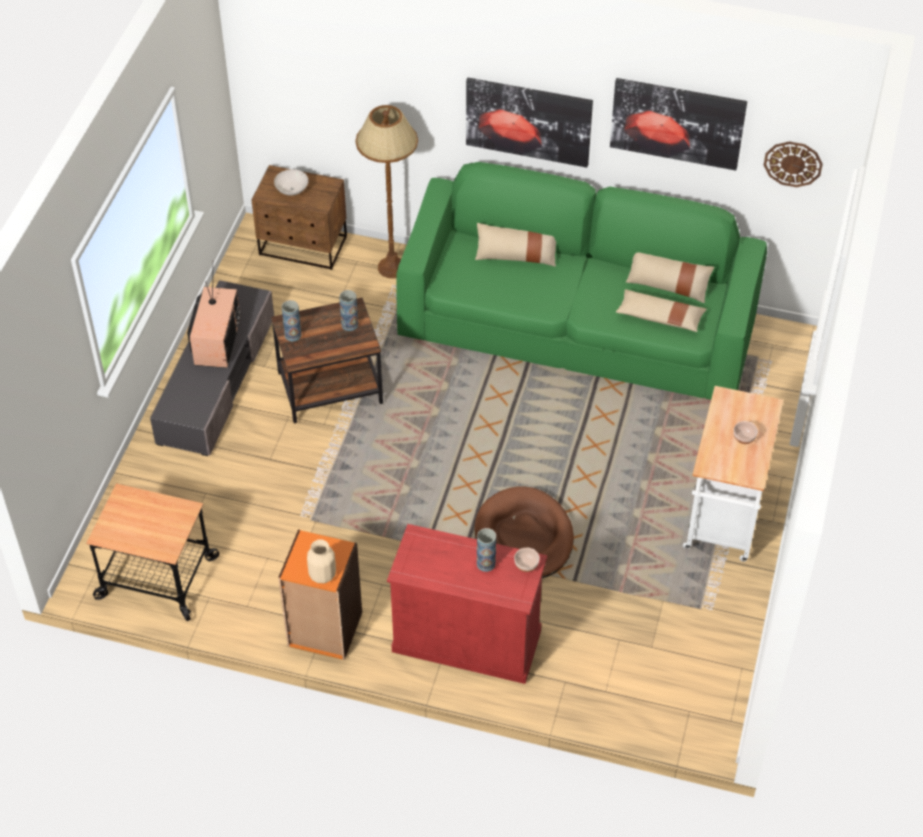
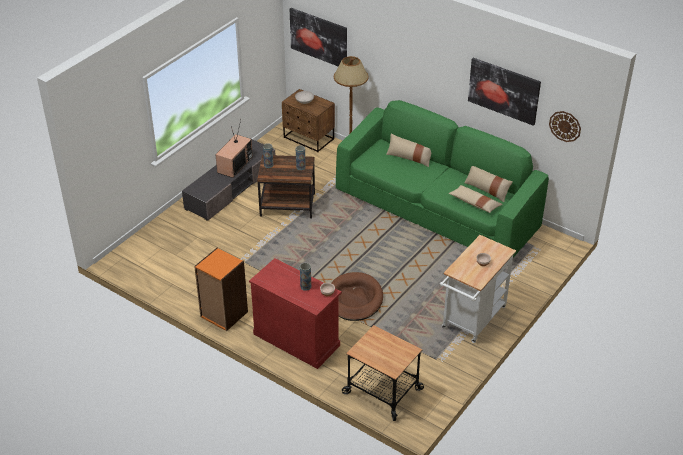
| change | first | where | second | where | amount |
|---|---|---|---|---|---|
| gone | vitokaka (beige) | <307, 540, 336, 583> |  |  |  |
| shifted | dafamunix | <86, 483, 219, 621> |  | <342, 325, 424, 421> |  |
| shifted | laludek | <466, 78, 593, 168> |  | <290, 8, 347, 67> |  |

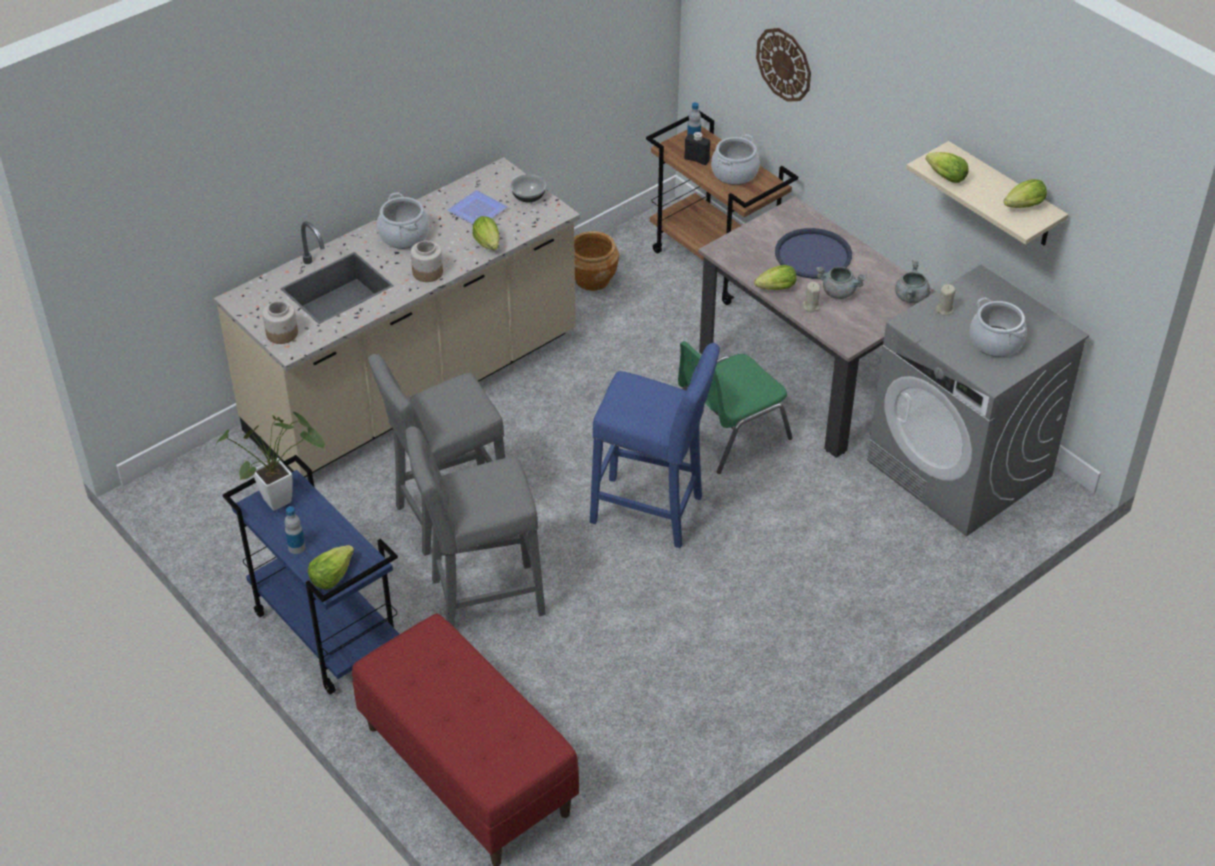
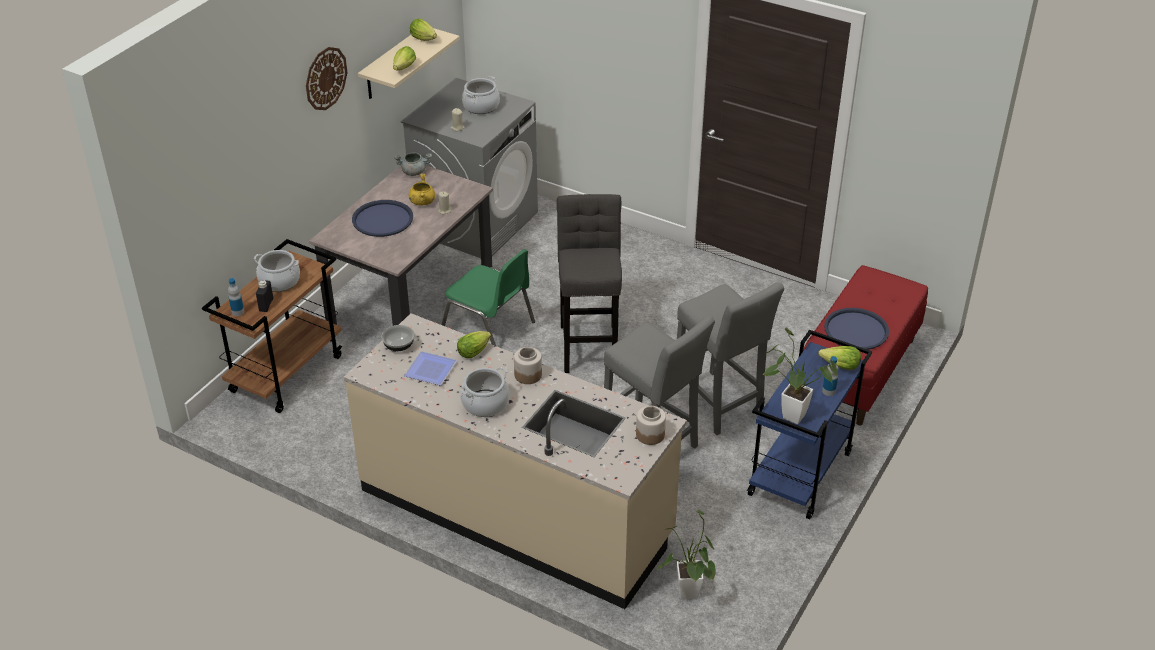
| change | first | where | second | where | amount |
|---|---|---|---|---|---|
| gone | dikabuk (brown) | <574, 231, 619, 291> |  |  |  |
| gone | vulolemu | <754, 265, 797, 290> |  |  |  |
| new |  |  | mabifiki | <657, 509, 716, 599> |  |
| new |  |  | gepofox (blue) | <824, 308, 889, 350> |  |
| shifted | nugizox | <756, 28, 811, 102> |  | <306, 47, 347, 110> |  |
| repainted | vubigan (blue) | <590, 343, 720, 548> | vubigan (grey) | <557, 194, 622, 373> |  |
| repainted | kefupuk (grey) | <816, 266, 867, 299> | kefupuk (yellow) | <409, 174, 435, 206> |  |

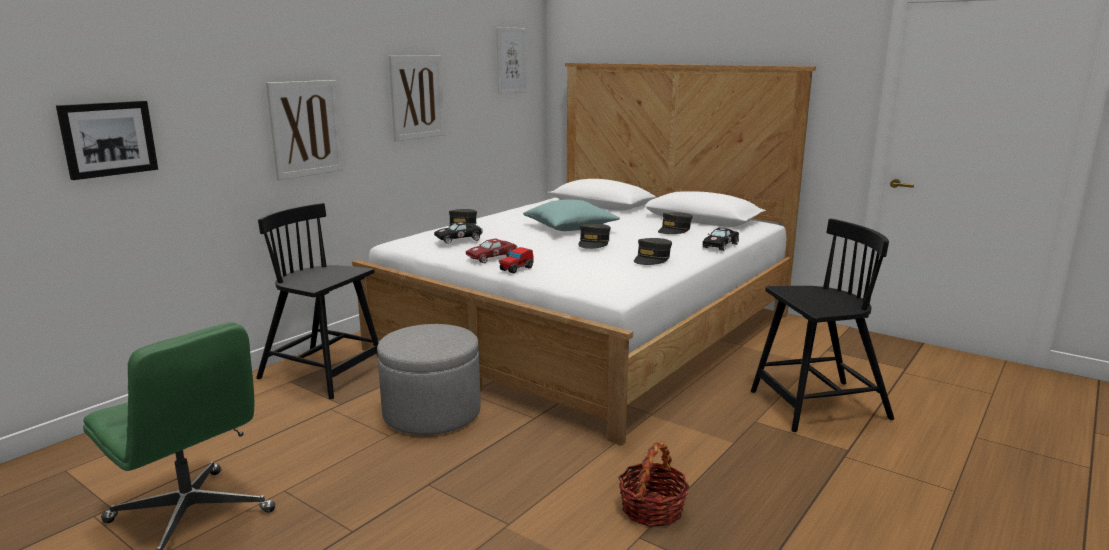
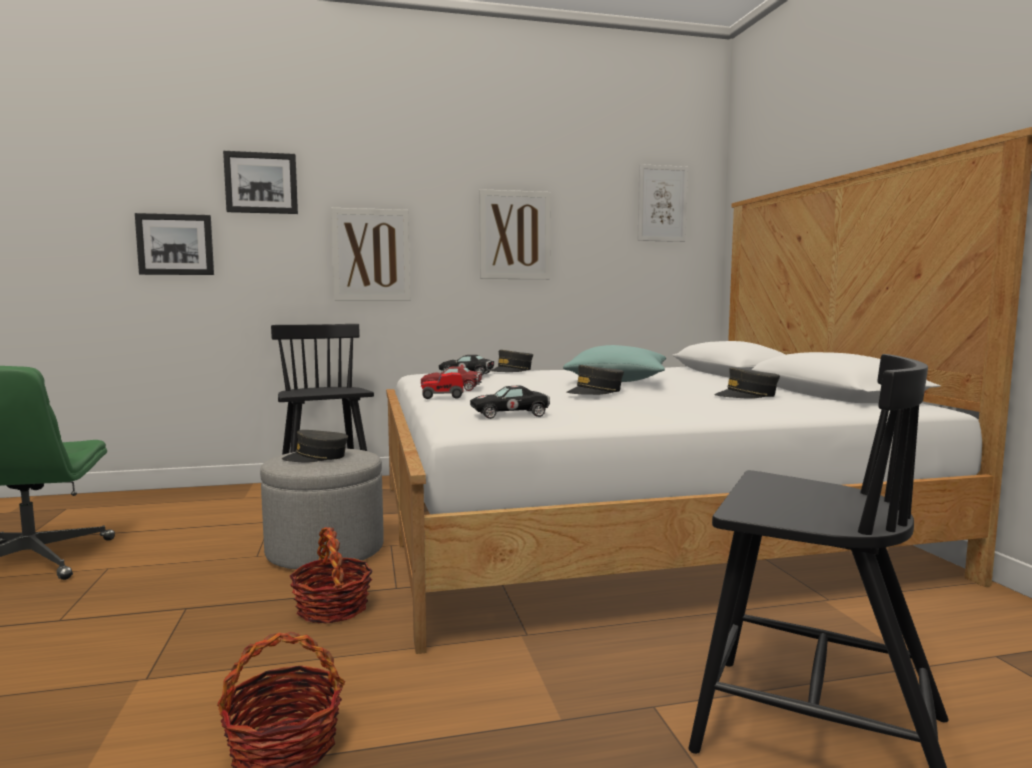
| change | first | where | second | where | amount |
|---|---|---|---|---|---|
| new |  |  | laludek | <223, 151, 298, 214> |  |
| new |  |  | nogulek | <290, 527, 373, 624> |  |
| shifted | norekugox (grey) | <634, 238, 672, 265> |  | <282, 430, 348, 462> |  |
| shifted | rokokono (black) | <703, 228, 739, 251> |  | <470, 386, 550, 419> |  |

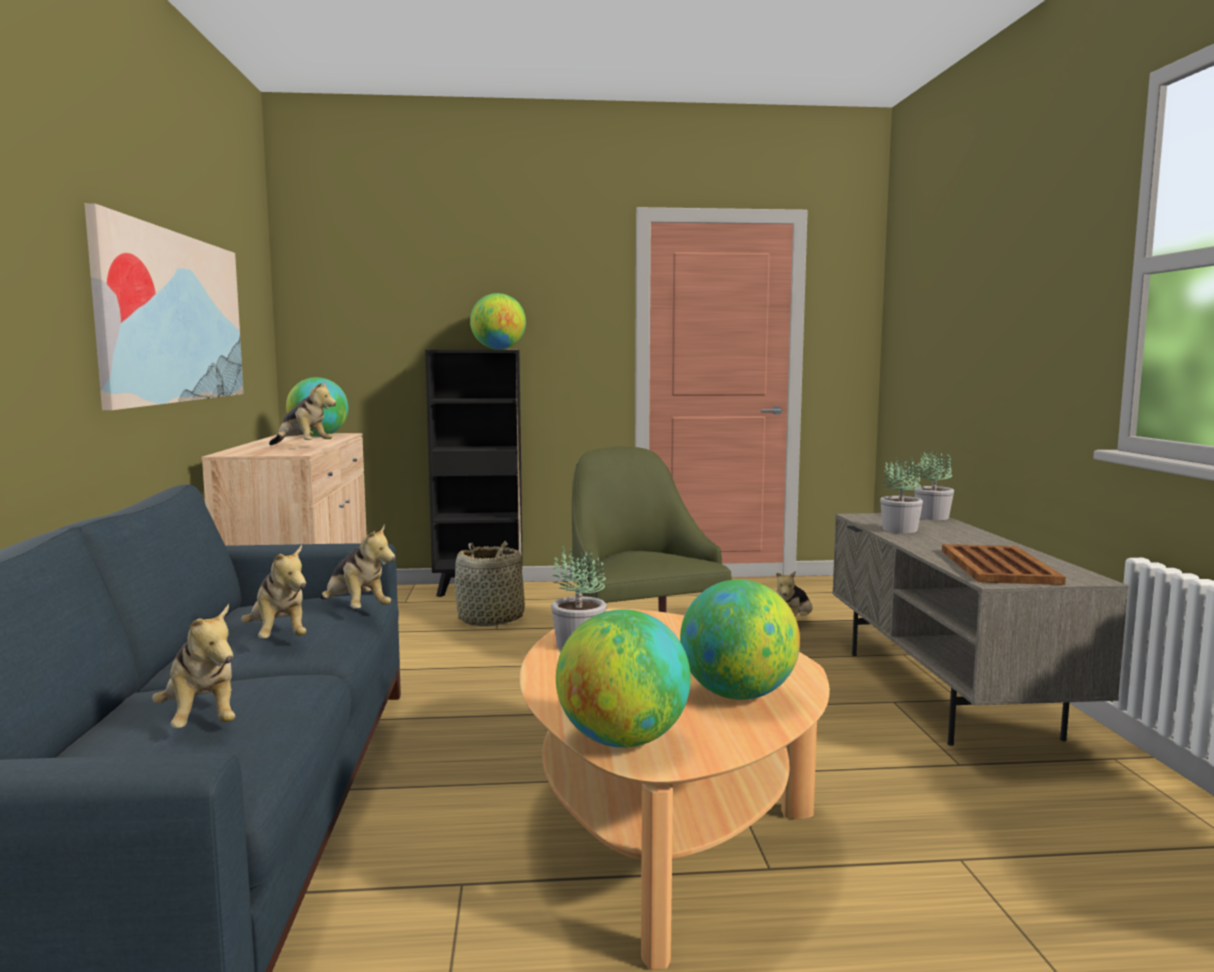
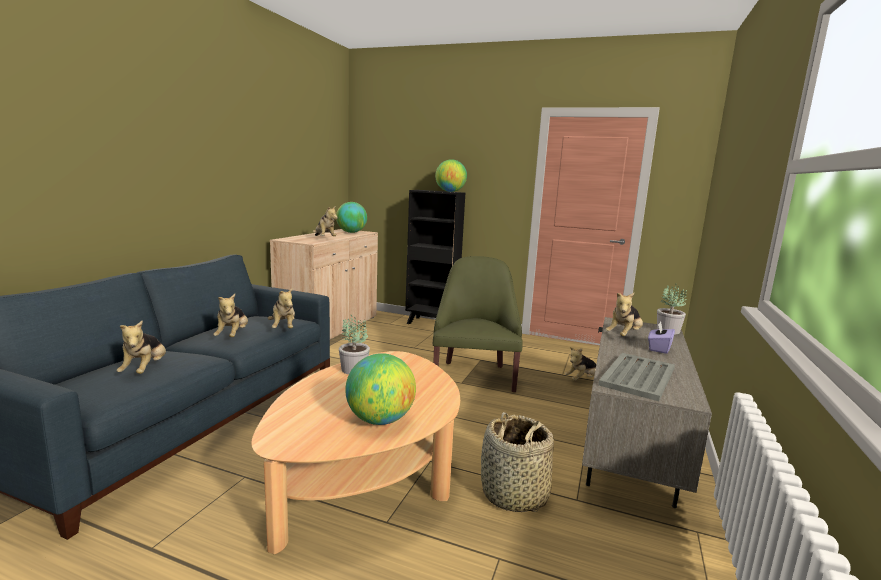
| change | first | where | second | where | amount |
|---|---|---|---|---|---|
| gone | laludek | <84, 203, 244, 410> |  |  |  |
| gone | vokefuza | <556, 609, 691, 748> |  |  |  |
| new |  |  | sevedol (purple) | <648, 322, 675, 354> |  |
| shifted | nogulek | <455, 541, 525, 626> |  | <481, 412, 554, 512> |  |
| swapped | mabifiki | <880, 456, 923, 533> | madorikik | <605, 293, 643, 336> |  |
| repainted | gepofox (brown) | <942, 544, 1066, 585> | gepofox (grey) | <598, 353, 675, 401> |  |

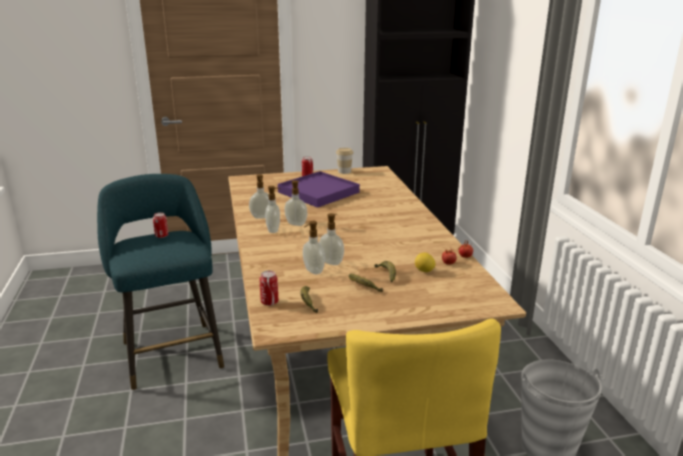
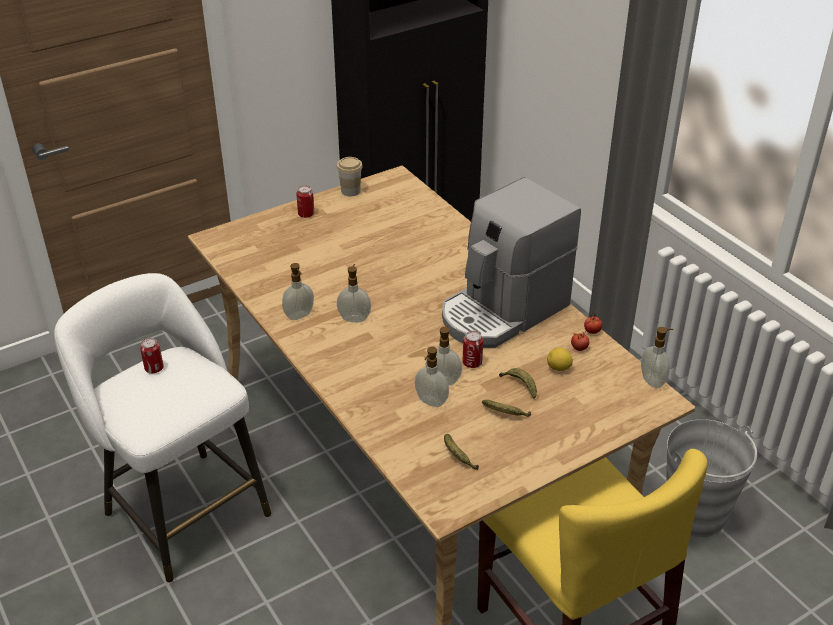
| change | first | where | second | where | amount |
|---|---|---|---|---|---|
| gone | gepofox (purple) | <278, 171, 360, 208> |  |  |  |
| new |  |  | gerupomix | <442, 177, 581, 348> |  |
| shifted | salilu | <260, 270, 278, 306> |  | <463, 330, 483, 368> |  |
| shifted | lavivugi | <265, 186, 281, 233> |  | <641, 327, 673, 388> |  |
| repainted | vubigan (turquoise) | <97, 174, 224, 390> | vubigan (white) | <54, 273, 271, 583> |  |

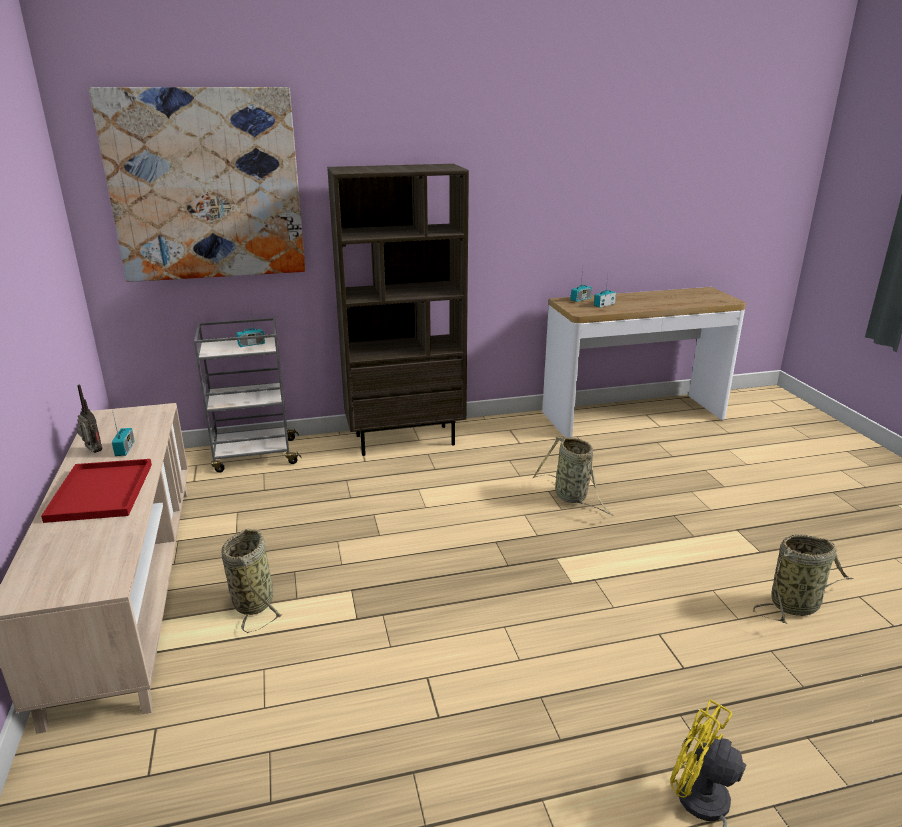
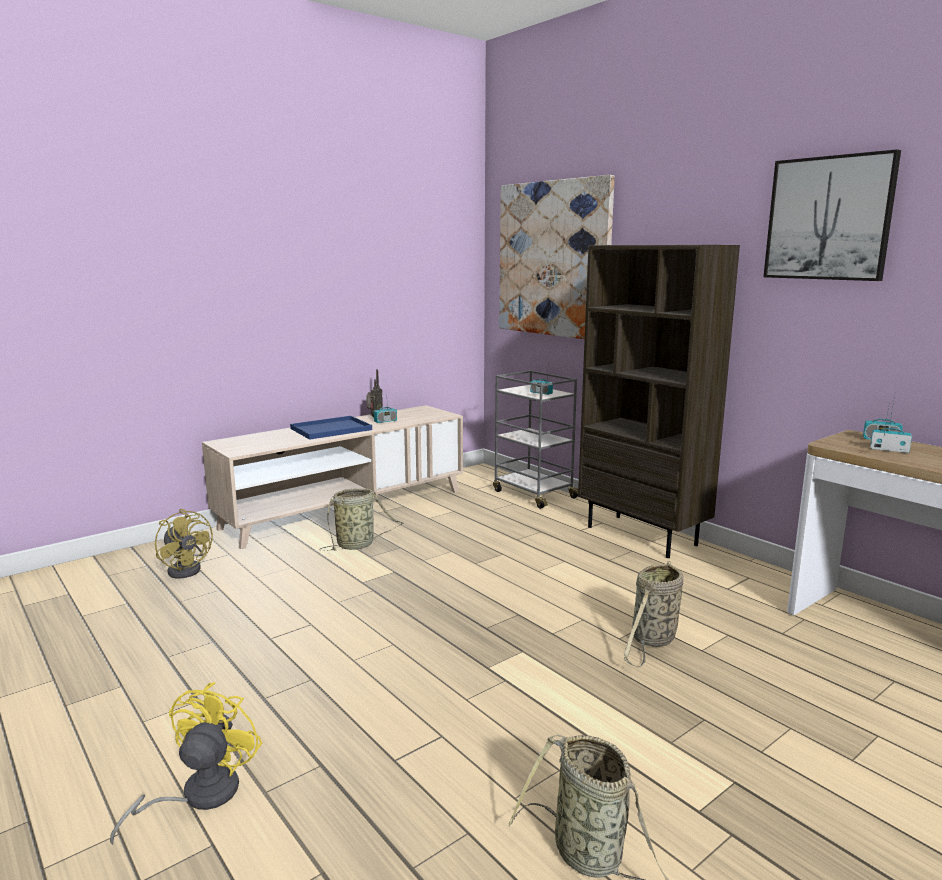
| change | first | where | second | where | amount |
|---|---|---|---|---|---|
| new |  |  | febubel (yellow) | <155, 509, 213, 578> |  |
| new |  |  | laludek | <763, 149, 901, 281> |  |
| repainted | gepofox (red) | <41, 459, 152, 523> | gepofox (blue) | <290, 416, 372, 440> |  |

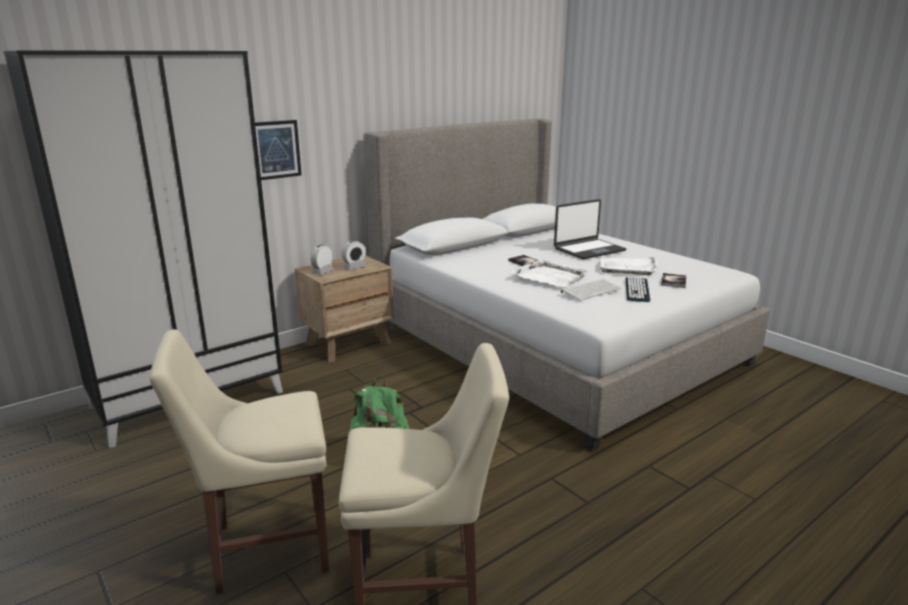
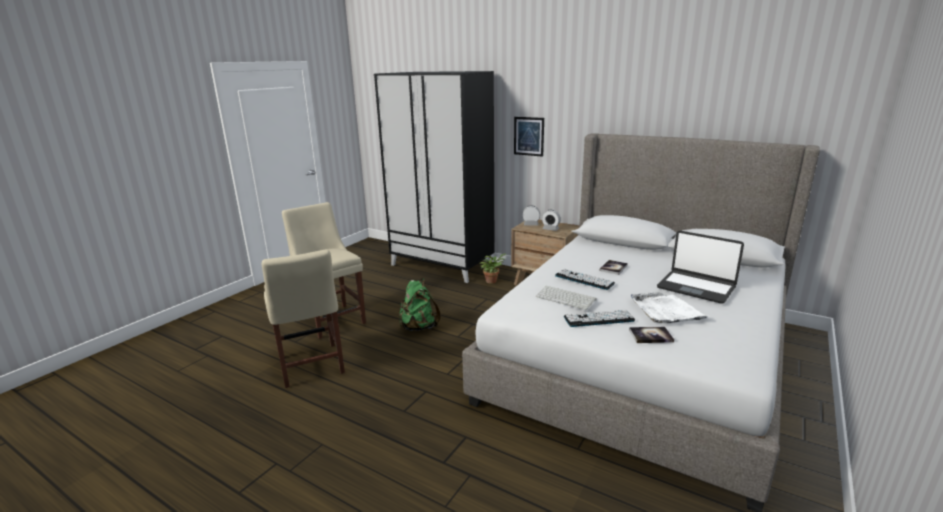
| change | first | where | second | where | amount |
|---|---|---|---|---|---|
| new |  |  | mabifiki | <480, 254, 507, 284> |  |
| swapped | gepofox (white) | <512, 259, 587, 287> | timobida | <555, 269, 615, 290> |  |

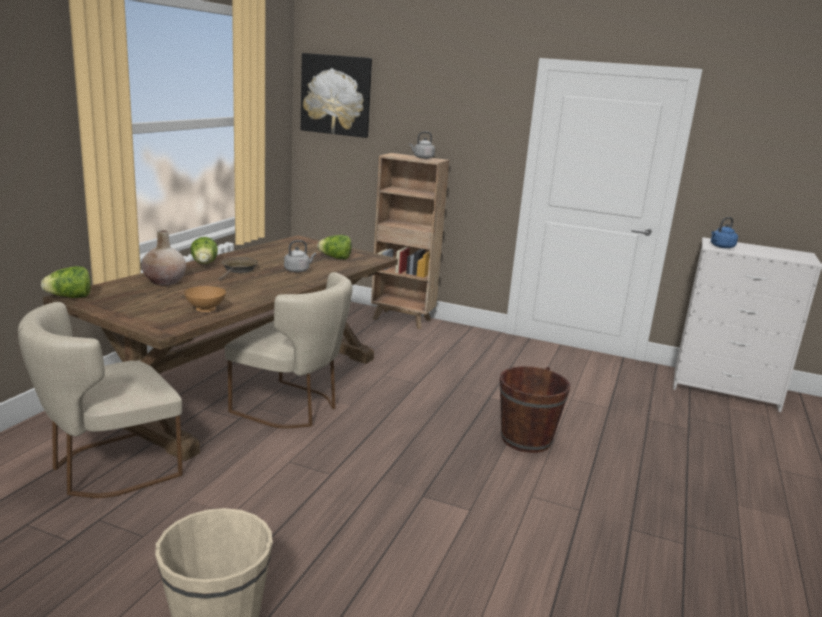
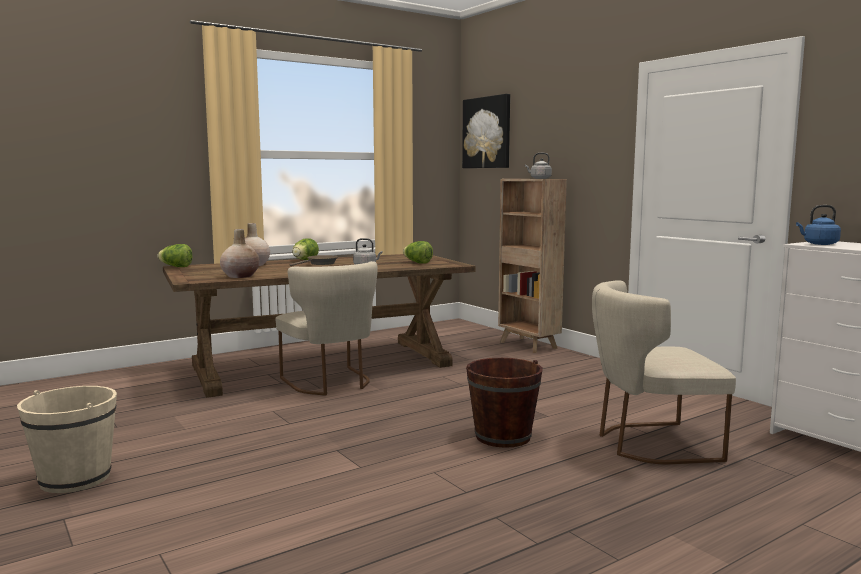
| change | first | where | second | where | amount |
|---|---|---|---|---|---|
| shifted | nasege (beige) | <18, 302, 183, 498> |  | <592, 280, 736, 465> |  |
| swapped | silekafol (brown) | <184, 286, 226, 312> | vitokaka (beige) | <220, 229, 260, 278> |  |

